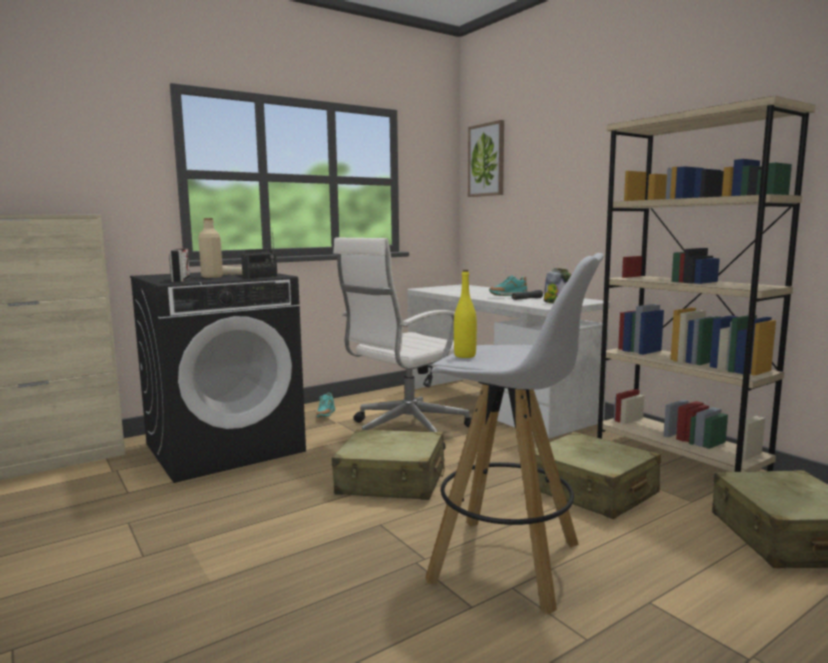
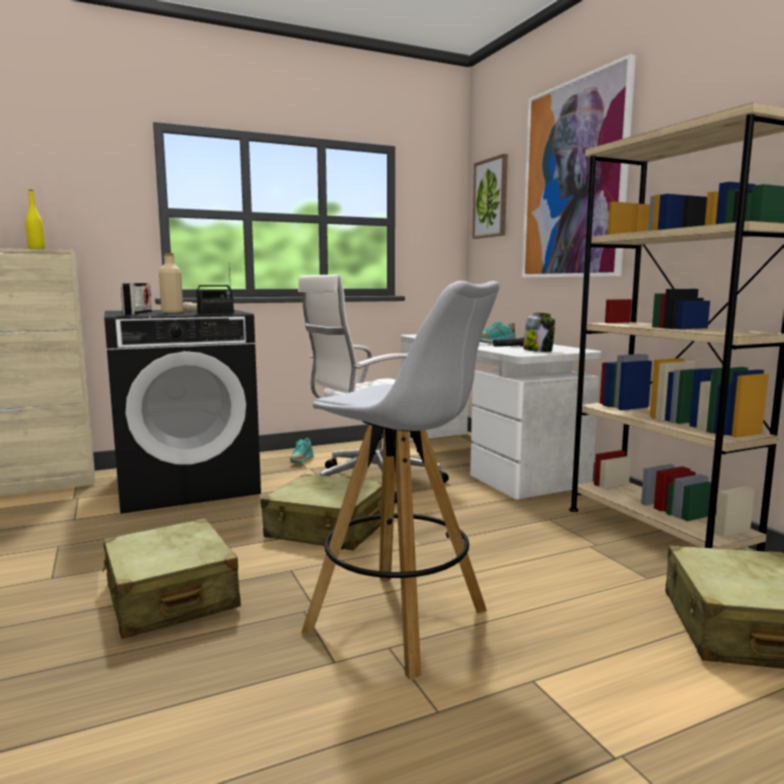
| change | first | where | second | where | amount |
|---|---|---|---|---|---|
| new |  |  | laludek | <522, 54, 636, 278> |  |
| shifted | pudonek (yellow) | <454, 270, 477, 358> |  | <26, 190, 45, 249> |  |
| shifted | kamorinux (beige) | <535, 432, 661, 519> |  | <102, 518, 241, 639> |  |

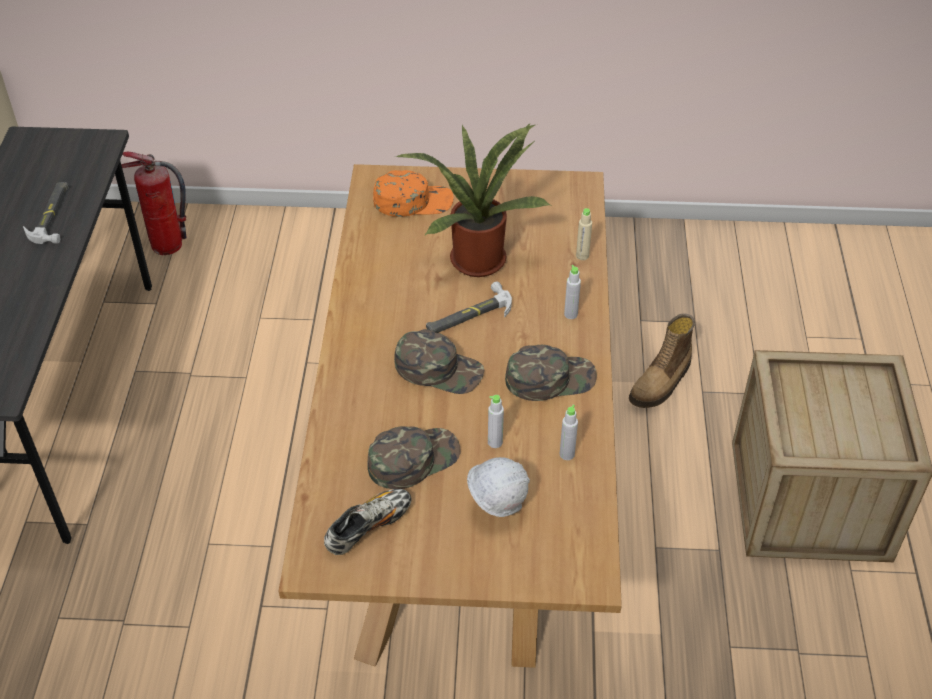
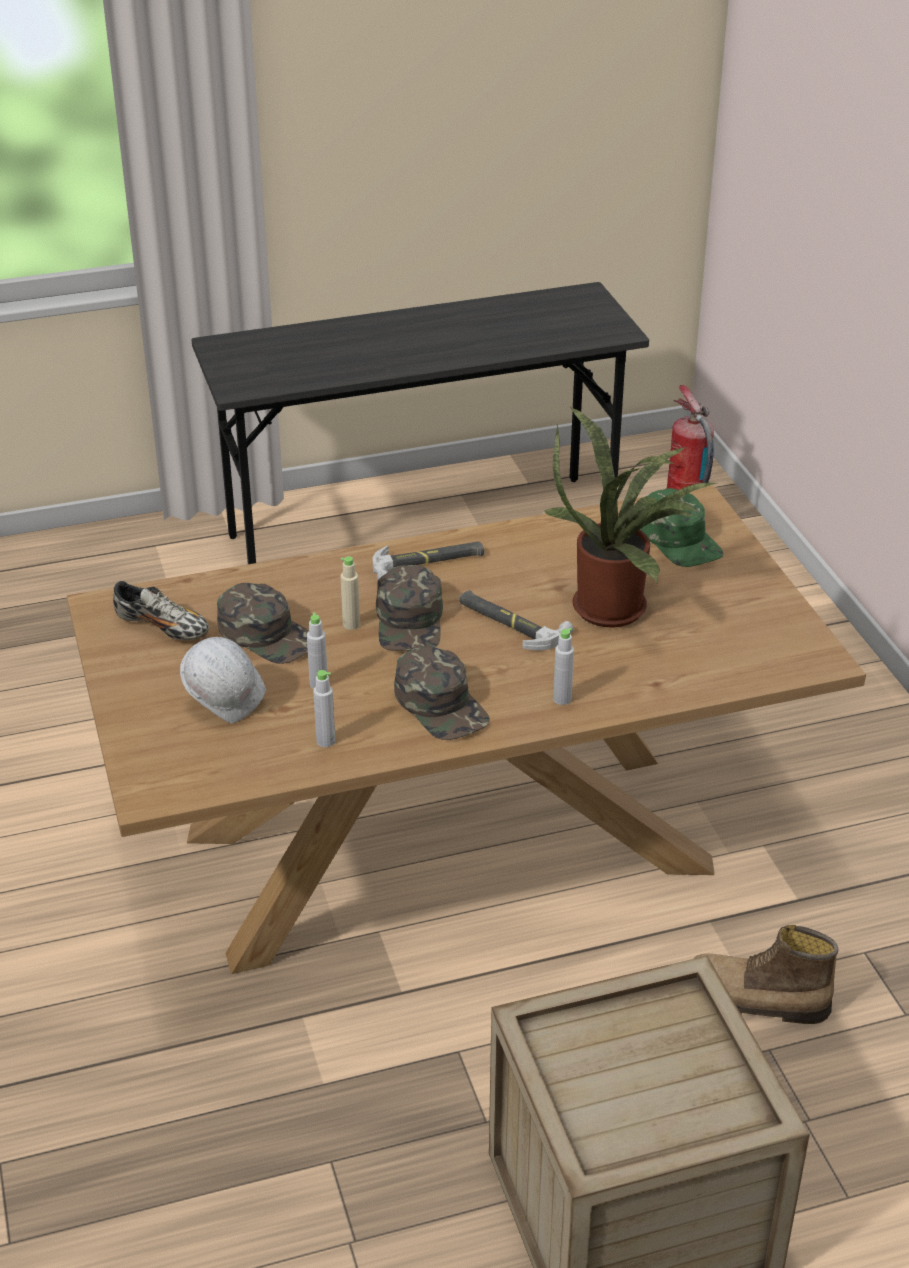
| change | first | where | second | where | amount |
|---|---|---|---|---|---|
| shifted | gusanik | <23, 182, 69, 244> |  | <373, 541, 484, 580> |  |
| shifted | pudonek (beige) | <576, 208, 592, 260> |  | <340, 556, 360, 630> |  |
| repainted | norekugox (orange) | <373, 170, 454, 217> | norekugox (green) | <640, 488, 724, 567> |  |

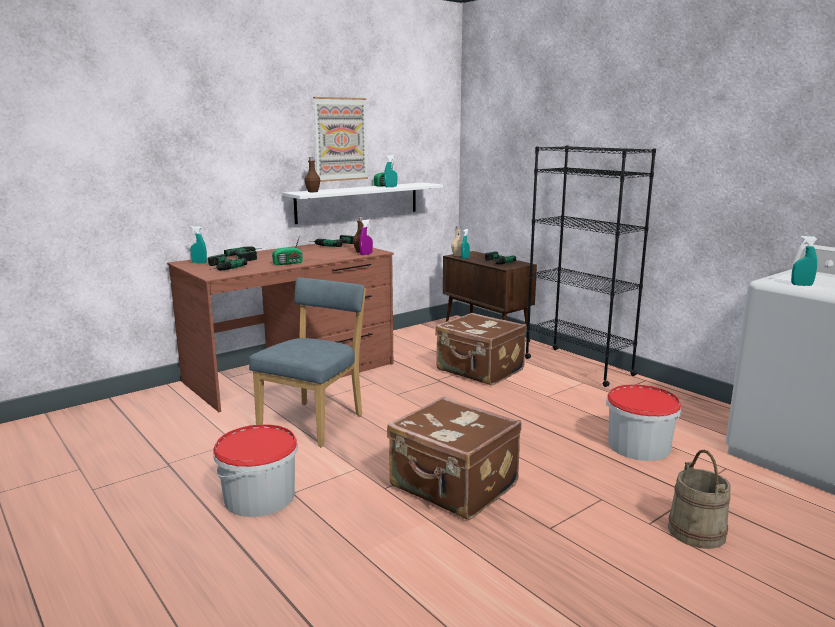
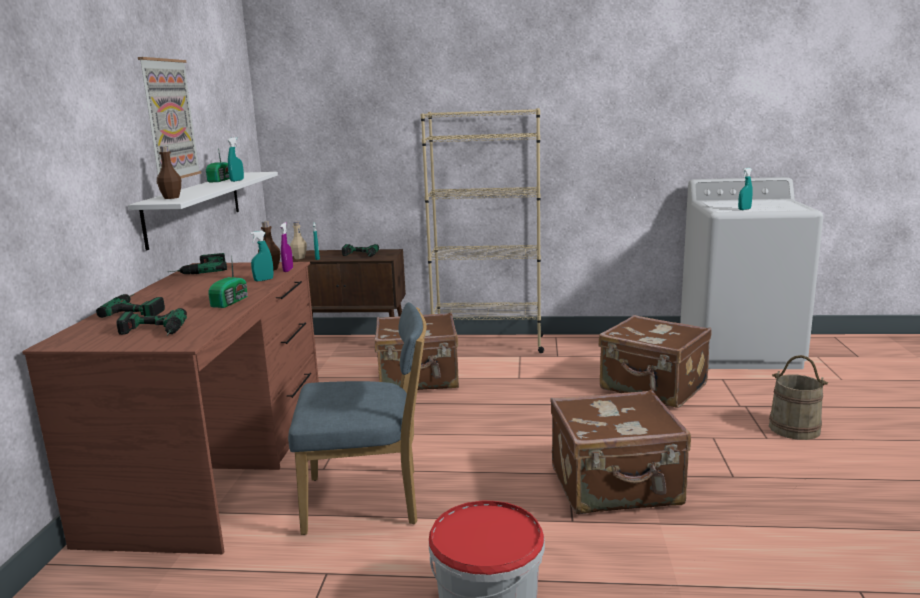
| change | first | where | second | where | amount |
|---|---|---|---|---|---|
| shifted | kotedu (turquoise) | <190, 226, 207, 263> |  | <250, 231, 274, 281> |  |
| swapped | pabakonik | <606, 384, 681, 461> | kamorinux (brown) | <599, 315, 711, 408> |  |
| repainted | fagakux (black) | <525, 145, 656, 387> | fagakux (beige) | <421, 108, 544, 353> |  |
| rotated | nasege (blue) | <249, 278, 366, 447> |  | <288, 302, 426, 535> | 105 degrees clockwise |

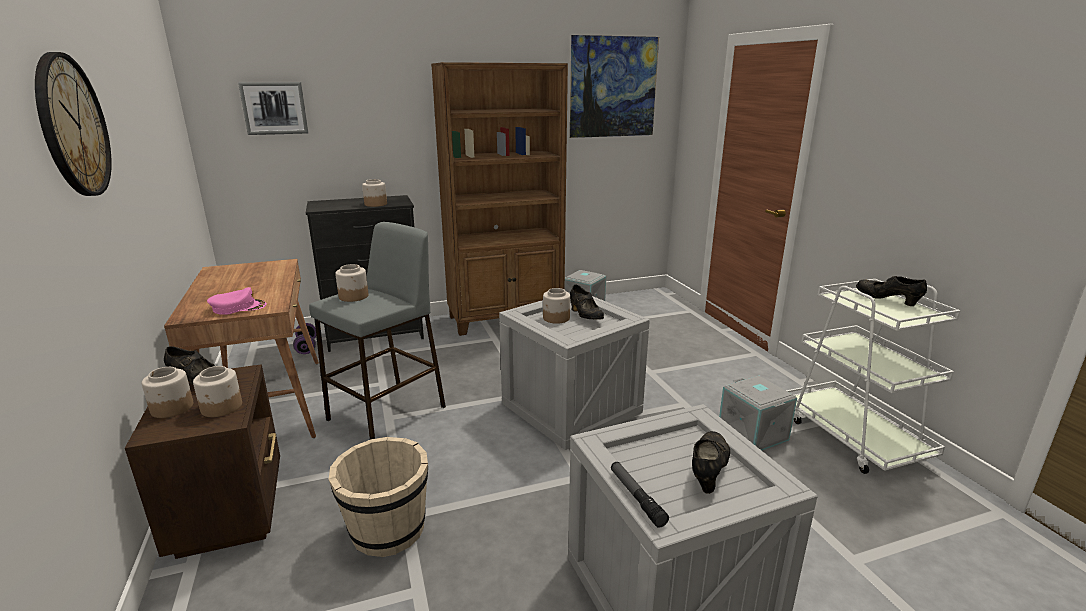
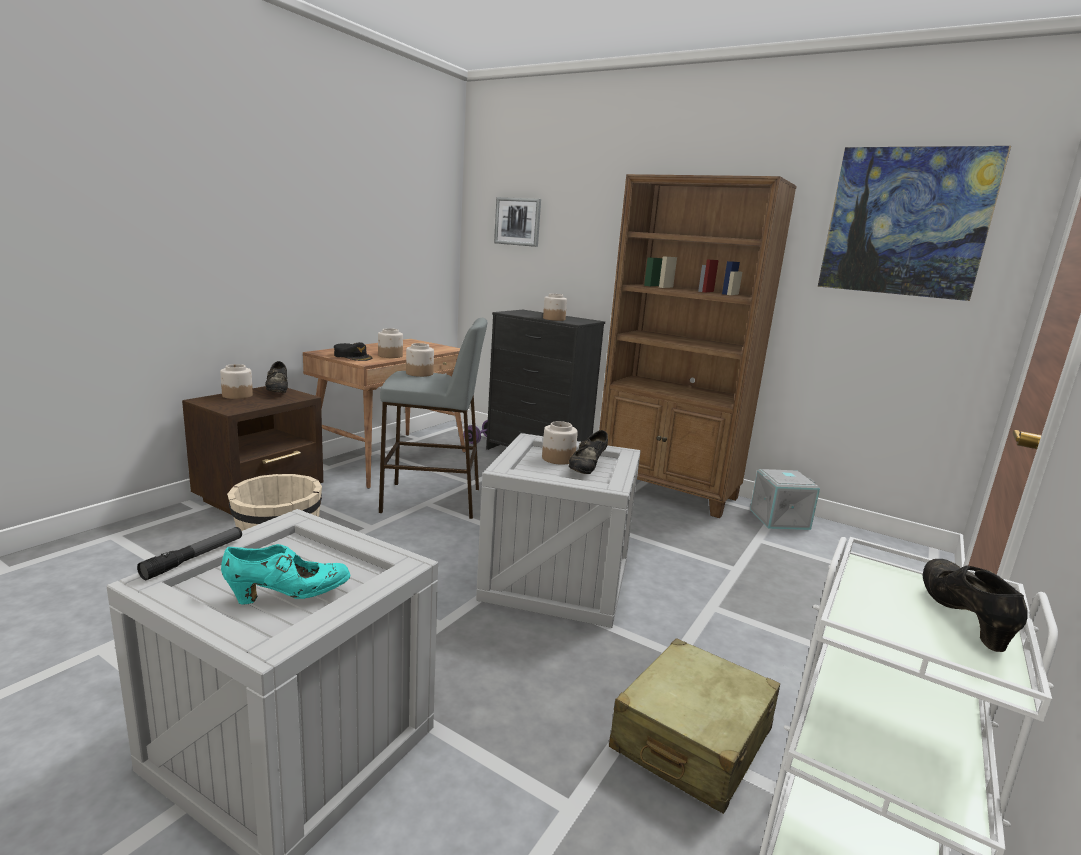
| change | first | where | second | where | amount |
|---|---|---|---|---|---|
| gone | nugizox | <35, 52, 112, 196> |  |  |  |
| shifted | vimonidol | <193, 366, 242, 417> |  | <378, 328, 403, 358> |  |
| swapped | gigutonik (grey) | <719, 376, 797, 451> | kamorinux (beige) | <609, 638, 780, 814> |  |
| repainted | norekugox (pink) | <207, 287, 267, 315> | norekugox (black) | <334, 342, 372, 361> |  |
| repainted | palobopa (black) | <692, 431, 730, 494> | palobopa (turquoise) | <221, 544, 350, 604> |  |

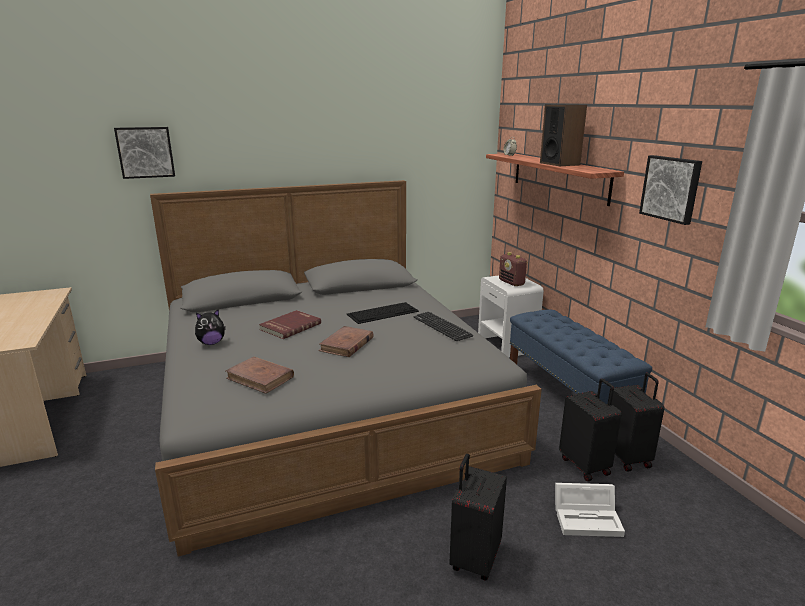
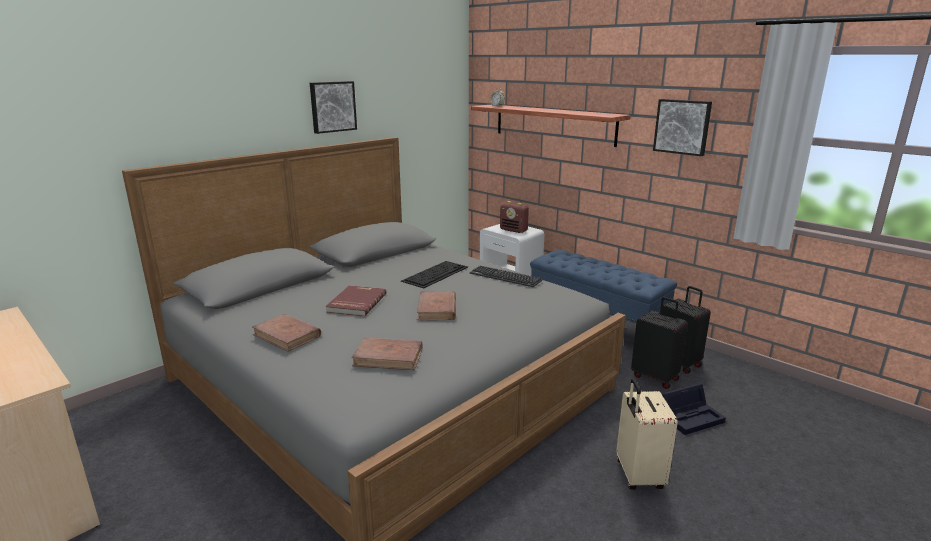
| change | first | where | second | where | amount |
|---|---|---|---|---|---|
| gone | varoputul | <540, 104, 587, 166> |  |  |  |
| shifted | laludek | <114, 127, 175, 179> |  | <310, 81, 357, 134> |  |
| swapped | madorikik | <195, 309, 226, 345> | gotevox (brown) | <252, 314, 321, 352> |  |
| repainted | kamorinux (black) | <449, 454, 507, 581> | kamorinux (beige) | <616, 378, 678, 490> |  |
| repainted | gigutonik (white) | <555, 483, 625, 537> | gigutonik (black) | <661, 384, 726, 435> |  |

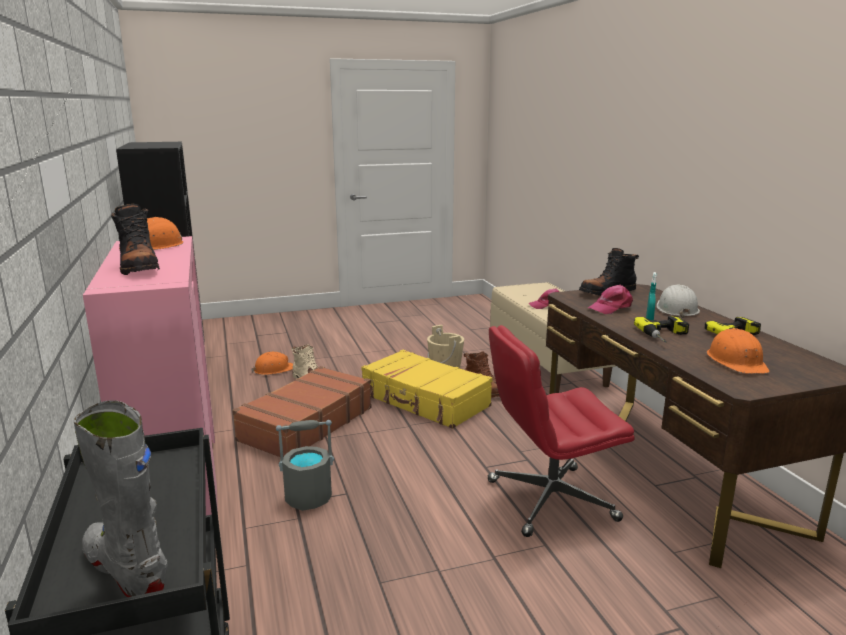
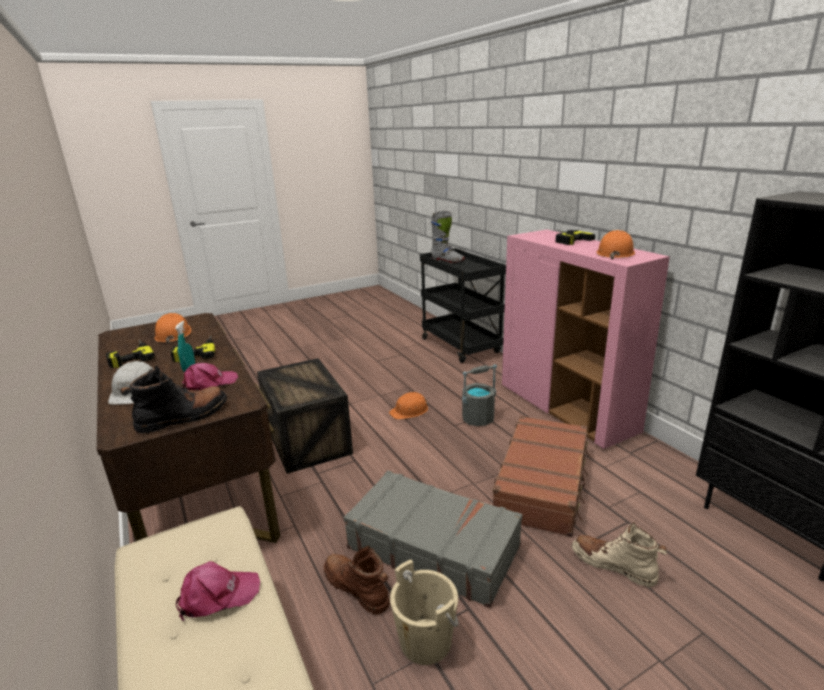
| change | first | where | second | where | amount |
|---|---|---|---|---|---|
| shifted | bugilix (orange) | <251, 352, 293, 375> |  | <389, 392, 428, 420> |  |
| swapped | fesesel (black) | <111, 204, 160, 275> | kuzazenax | <555, 230, 595, 245> |  |
| swapped | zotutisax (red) | <487, 325, 635, 537> | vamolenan | <257, 358, 353, 474> |  |
| repainted | kamorinux (yellow) | <361, 350, 493, 429> | kamorinux (grey) | <344, 471, 522, 608> |  |

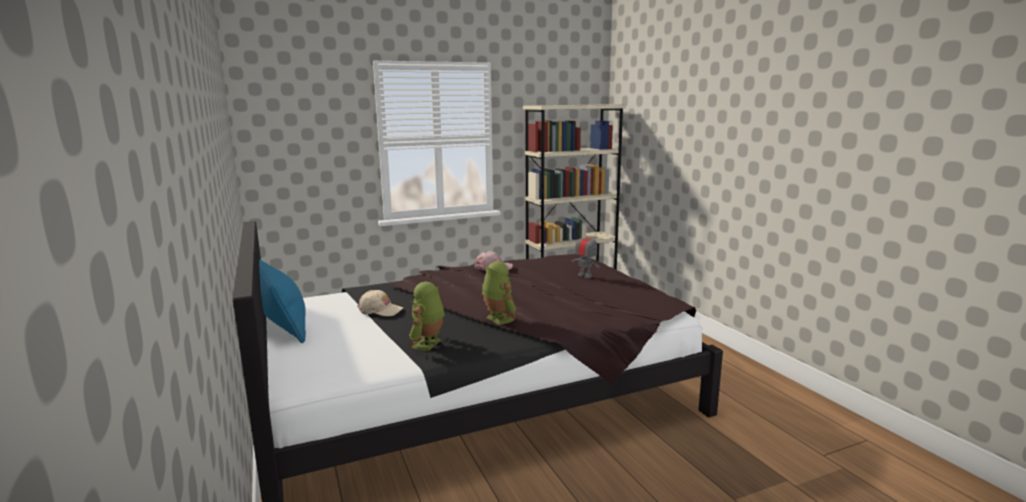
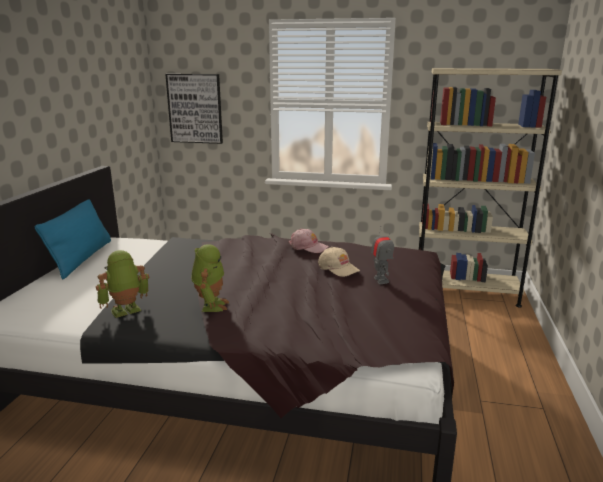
| change | first | where | second | where | amount |
|---|---|---|---|---|---|
| new |  |  | laludek | <165, 74, 223, 144> |  |
| shifted | norekugox (beige) | <357, 290, 403, 316> |  | <318, 247, 360, 277> |  |

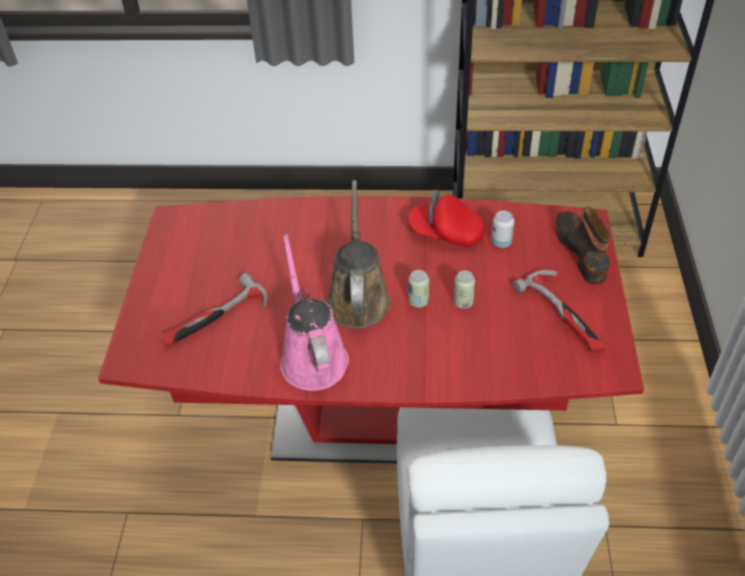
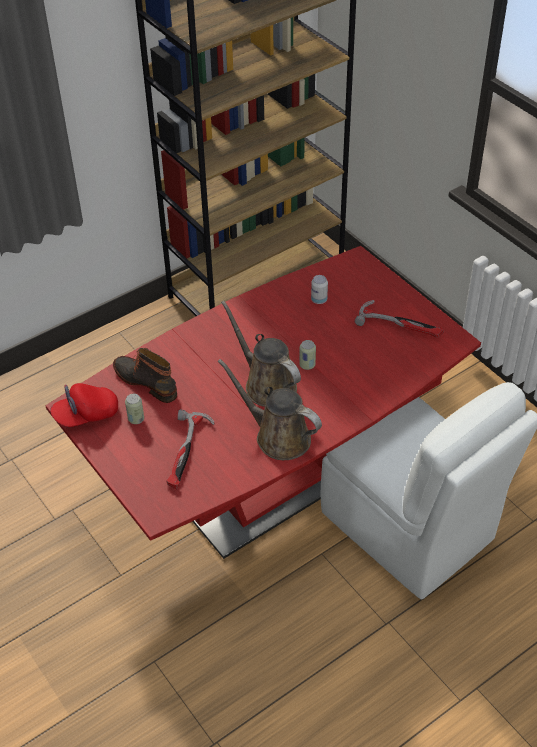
| change | first | where | second | where | amount |
|---|---|---|---|---|---|
| shifted | norekugox (red) | <408, 190, 485, 247> |  | <50, 383, 118, 427> |  |
| shifted | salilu | <454, 270, 475, 309> |  | <125, 394, 144, 424> |  |
| shifted | fesesel | <555, 207, 610, 284> |  | <113, 348, 177, 403> |  |
| repainted | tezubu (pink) | <280, 234, 349, 391> | tezubu (brown) | <218, 359, 322, 460> |  |

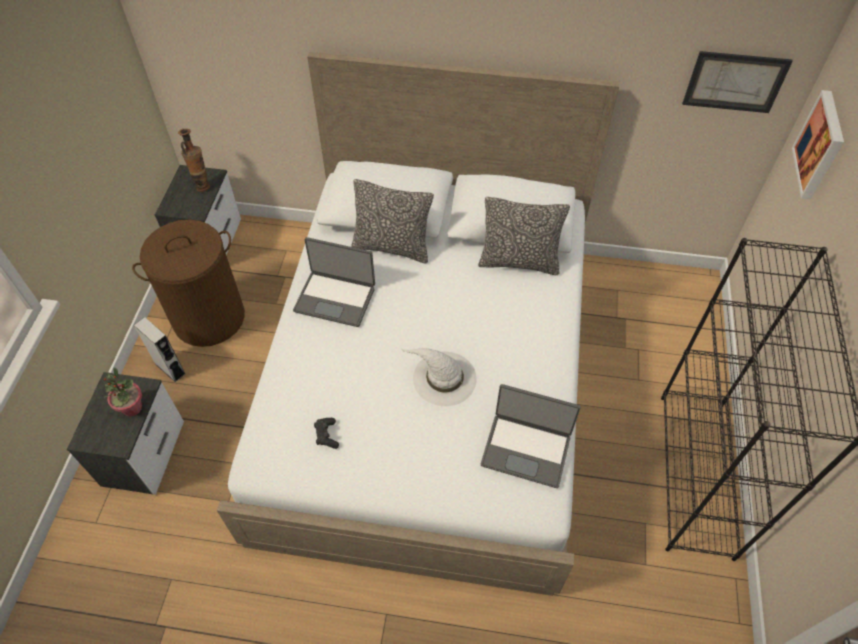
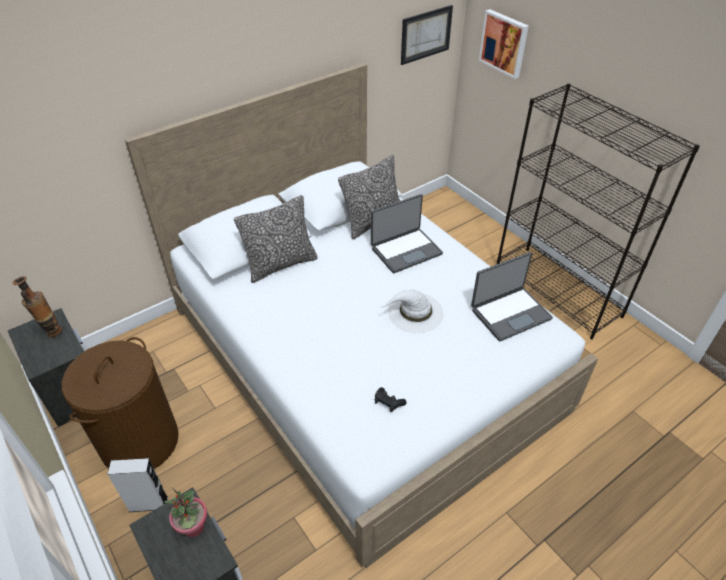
| change | first | where | second | where | amount |
|---|---|---|---|---|---|
| shifted | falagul | <293, 237, 375, 327> |  | <371, 194, 443, 273> |  |

